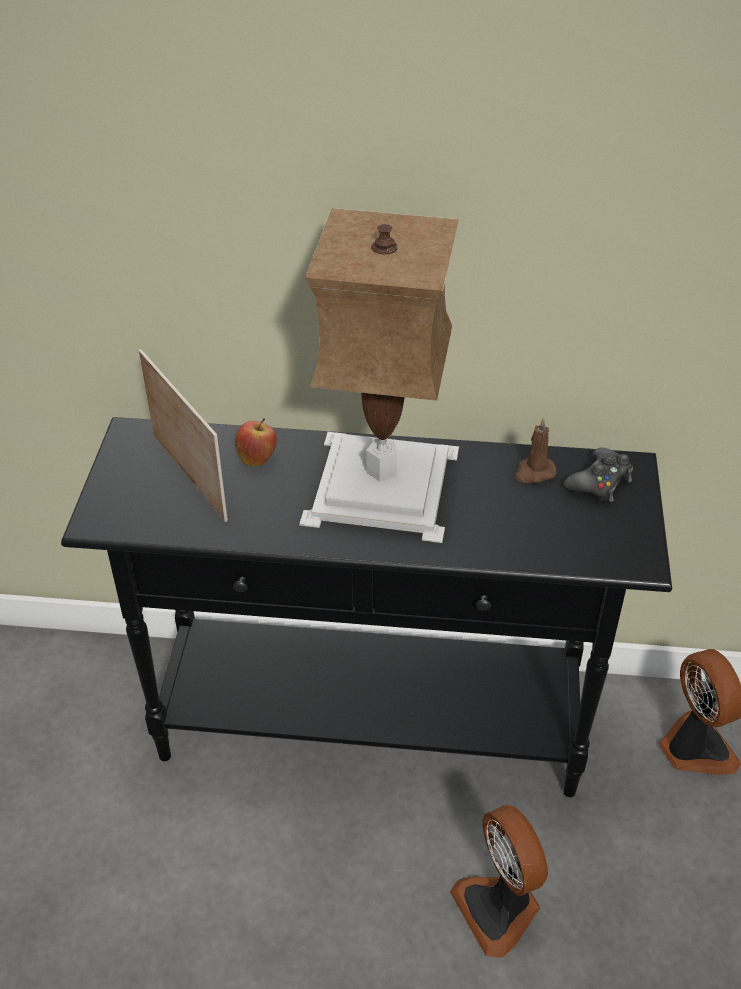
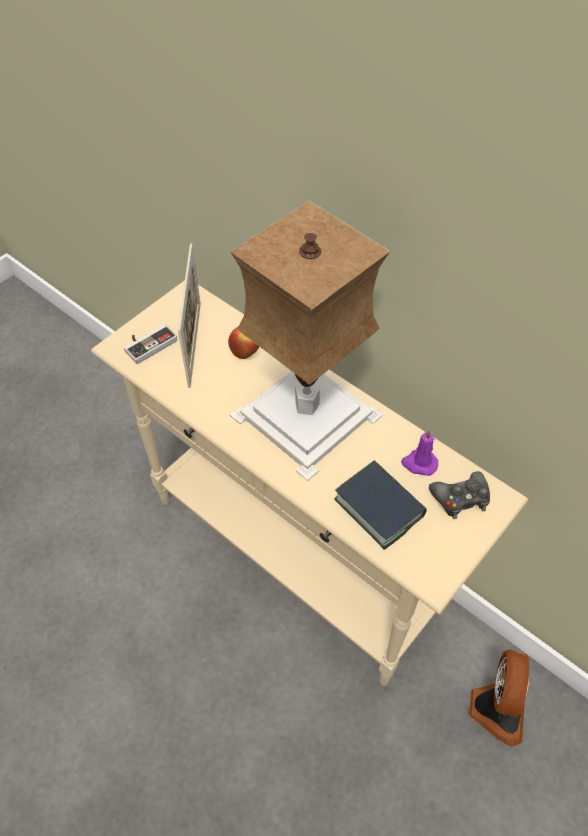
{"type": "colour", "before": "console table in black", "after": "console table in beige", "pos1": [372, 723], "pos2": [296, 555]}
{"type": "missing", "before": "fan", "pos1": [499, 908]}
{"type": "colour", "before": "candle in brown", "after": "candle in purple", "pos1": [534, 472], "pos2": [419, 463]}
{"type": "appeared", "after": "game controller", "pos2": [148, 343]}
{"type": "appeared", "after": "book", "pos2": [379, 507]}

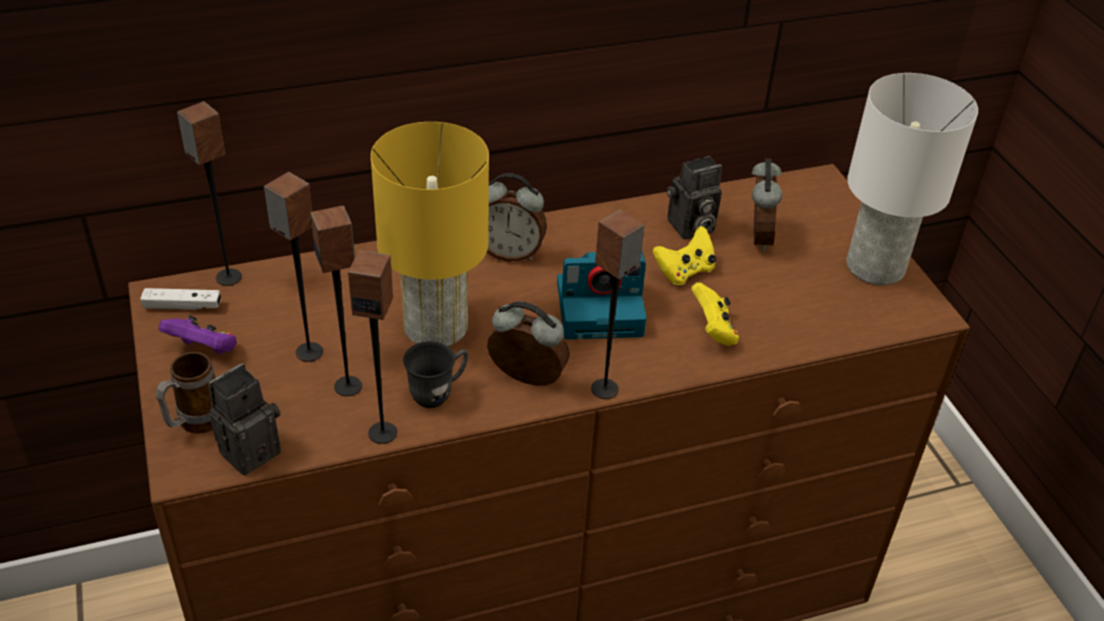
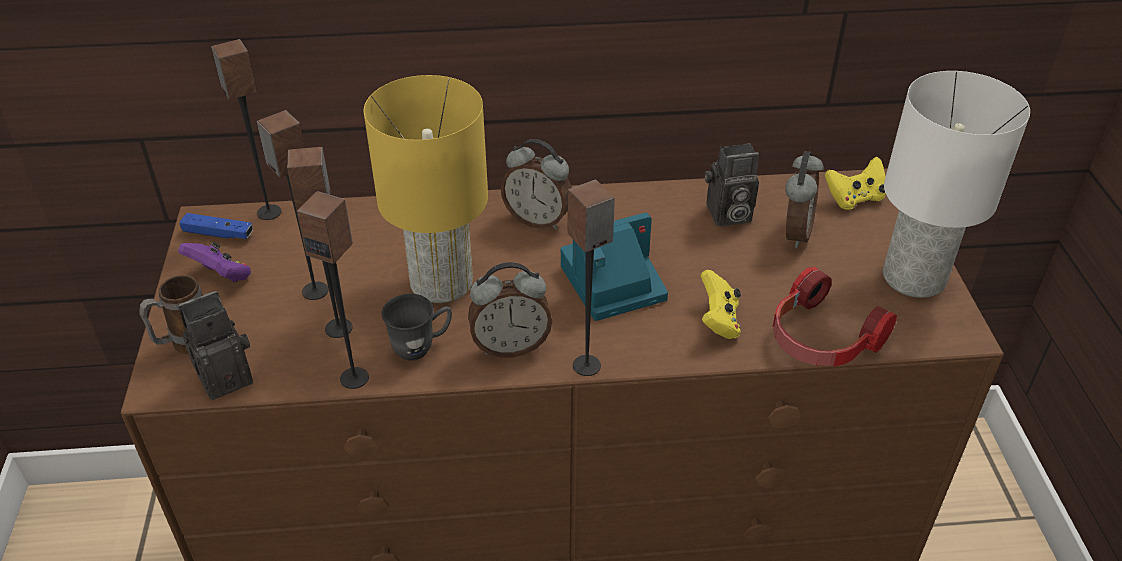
{"type": "colour", "before": "game controller in white", "after": "game controller in blue", "pos1": [182, 306], "pos2": [218, 234]}
{"type": "spun", "before": "alarm clock", "pos1": [526, 380], "pos2": [510, 346], "turn": 135}
{"type": "spun", "before": "photo camera", "pos1": [601, 307], "pos2": [611, 284], "turn": 150}
{"type": "relocated", "before": "game controller in yellow", "pos1": [684, 271], "pos2": [854, 199]}
{"type": "appeared", "after": "headphones", "pos2": [821, 339]}

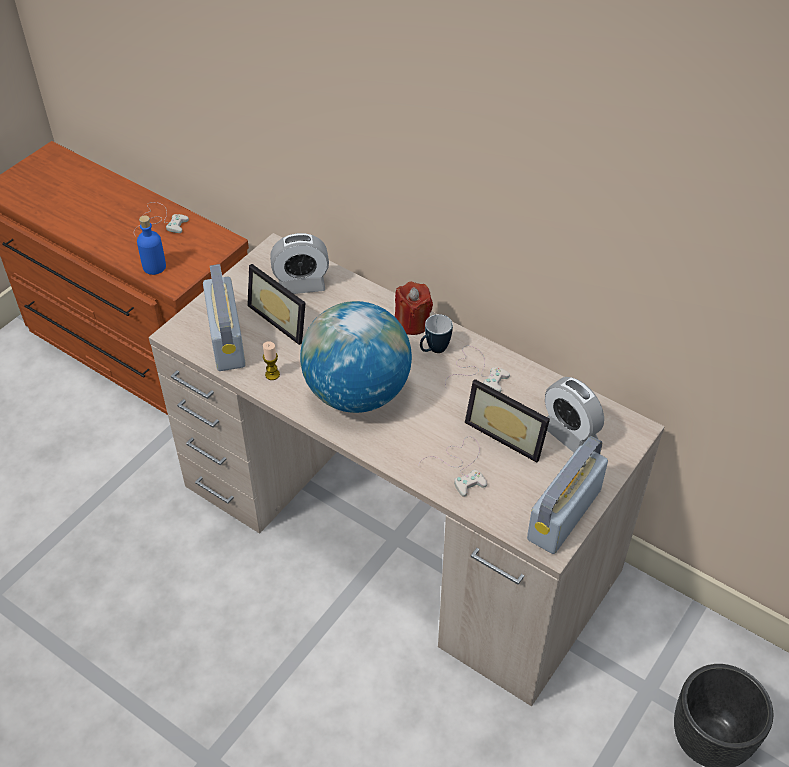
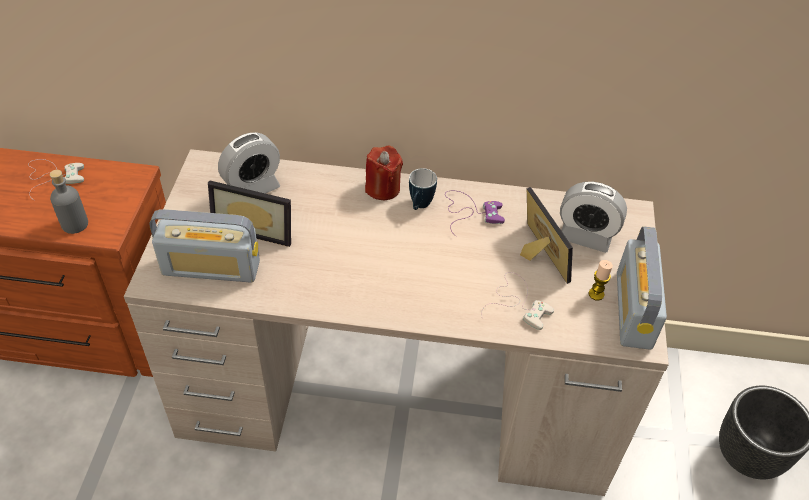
{"type": "colour", "before": "bottle in blue", "after": "bottle in grey", "pos1": [154, 267], "pos2": [75, 224]}
{"type": "spun", "before": "radio", "pos1": [226, 339], "pos2": [211, 268], "turn": 135}
{"type": "relocated", "before": "candle", "pos1": [272, 374], "pos2": [596, 294]}
{"type": "missing", "before": "globe", "pos1": [357, 393]}
{"type": "colour", "before": "game controller in white", "after": "game controller in purple", "pos1": [476, 371], "pos2": [470, 211]}
{"type": "spun", "before": "picture frame", "pos1": [508, 432], "pos2": [536, 256], "turn": -120}

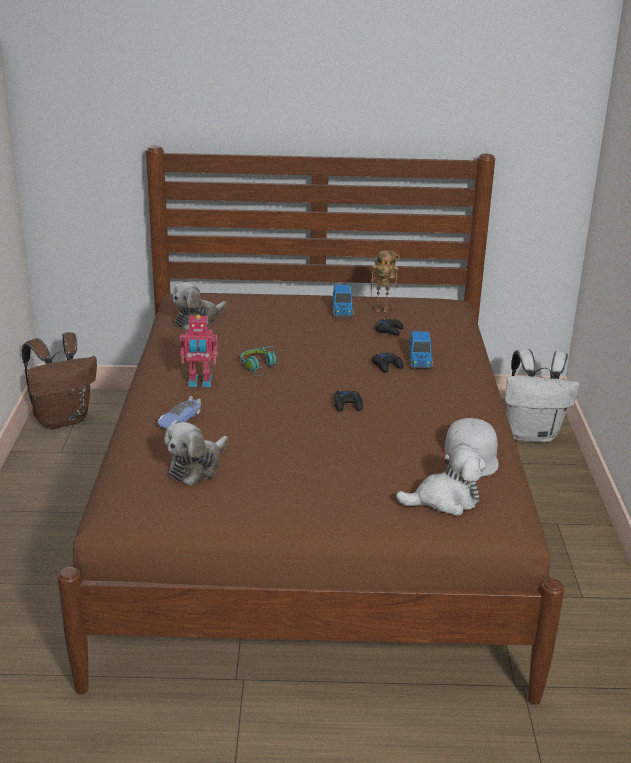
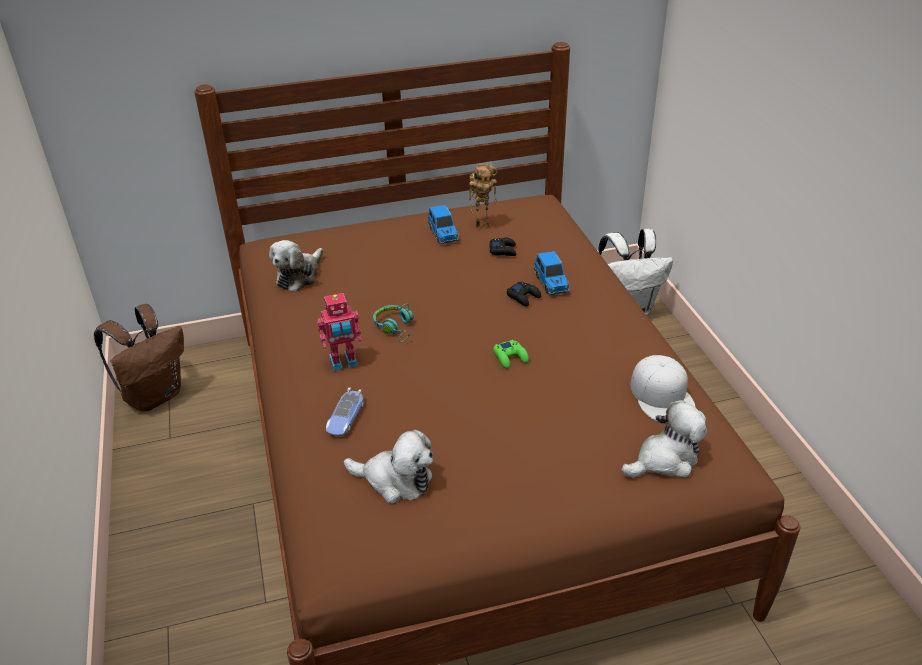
{"type": "spun", "before": "plush toy", "pos1": [197, 467], "pos2": [395, 480], "turn": -90}
{"type": "colour", "before": "game controller in black", "after": "game controller in green", "pos1": [347, 405], "pos2": [510, 357]}

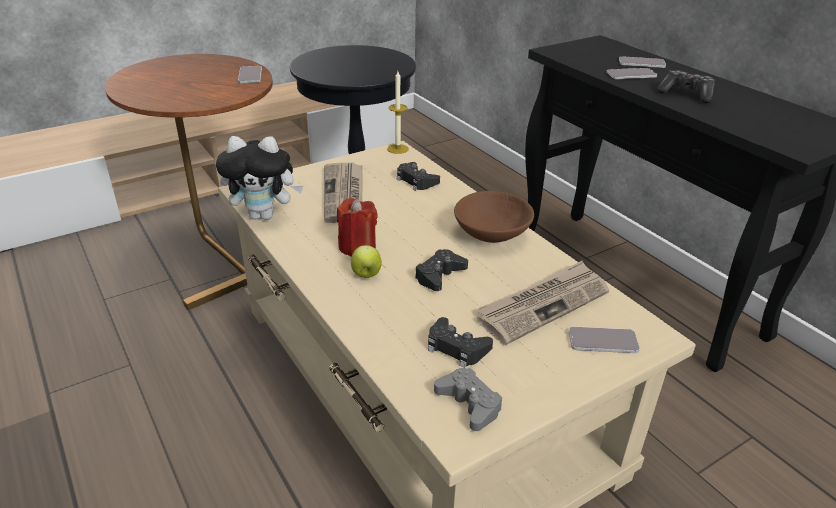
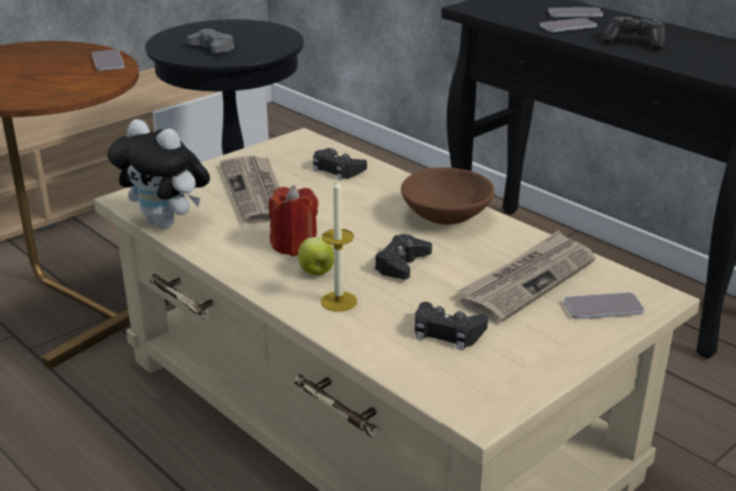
{"type": "spun", "before": "plush toy", "pos1": [264, 215], "pos2": [167, 223], "turn": 45}
{"type": "relocated", "before": "candle", "pos1": [398, 149], "pos2": [339, 301]}
{"type": "relocated", "before": "game controller in grey", "pos1": [469, 404], "pos2": [212, 48]}

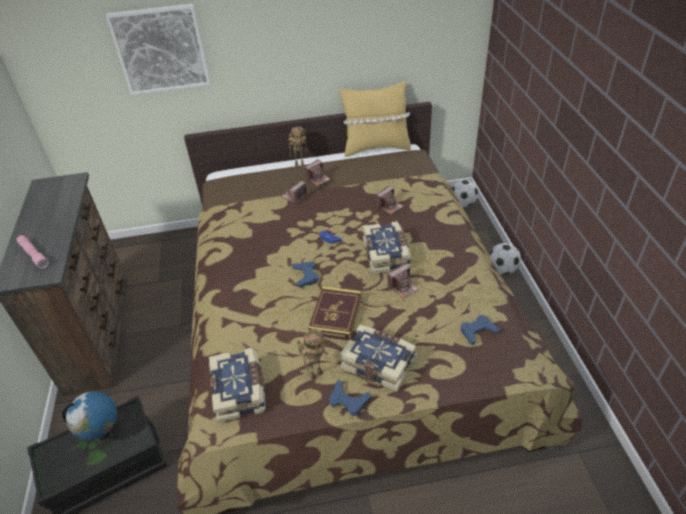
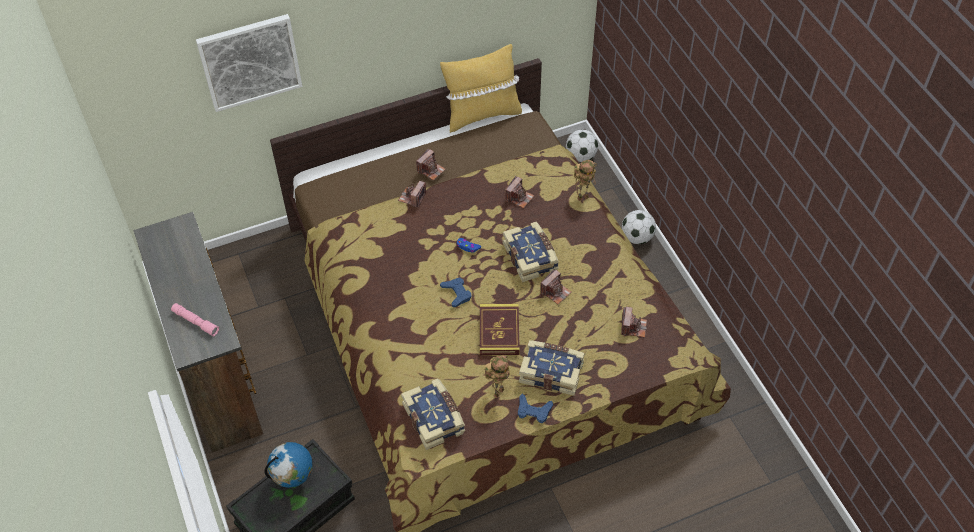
{"type": "relocated", "before": "toy robot", "pos1": [300, 164], "pos2": [583, 196]}
{"type": "exchanged", "before": "game controller in blue", "after": "photo camera", "pos1": [478, 331], "pos2": [633, 327]}

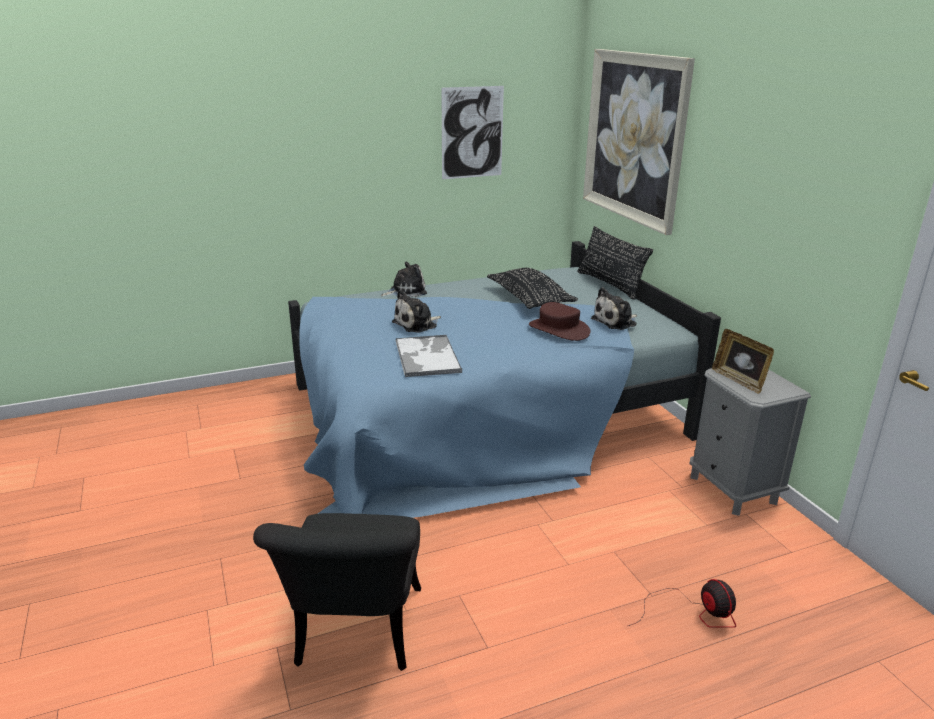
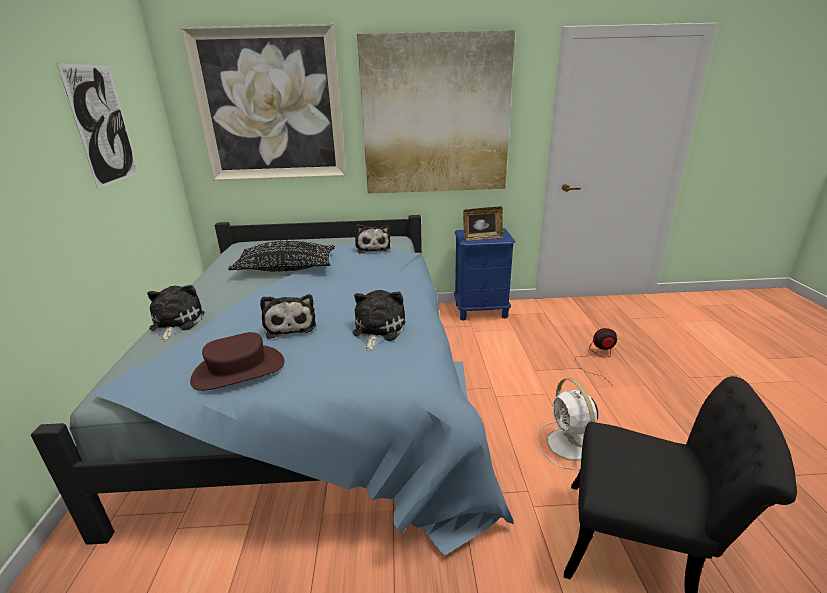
{"type": "exchanged", "before": "tray", "after": "plush toy", "pos1": [427, 356], "pos2": [377, 330]}
{"type": "relocated", "before": "hat in brown", "pos1": [558, 329], "pos2": [238, 370]}
{"type": "missing", "before": "pillow in black", "pos1": [610, 284]}
{"type": "colour", "before": "nightstand in grey", "after": "nightstand in blue", "pos1": [733, 489], "pos2": [481, 310]}
{"type": "appeared", "after": "picture", "pos2": [436, 116]}
{"type": "appeared", "after": "fan in white", "pos2": [570, 446]}

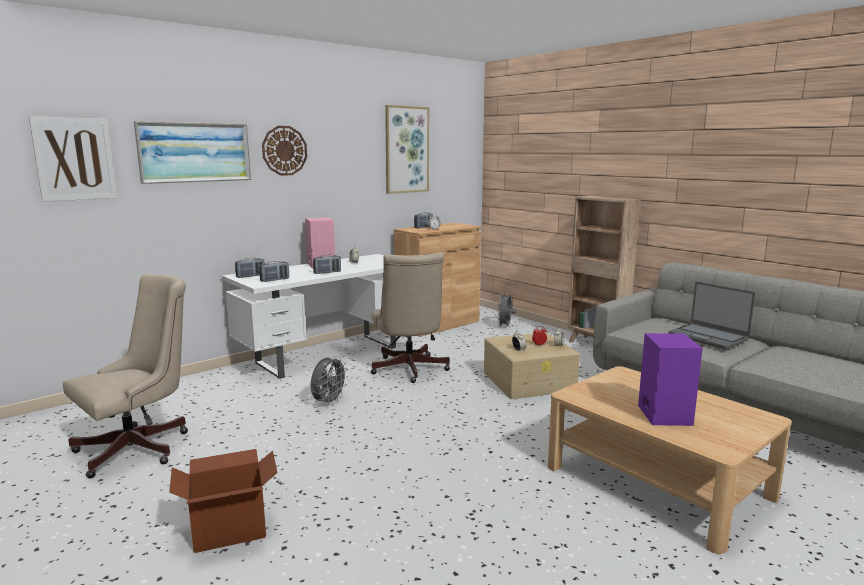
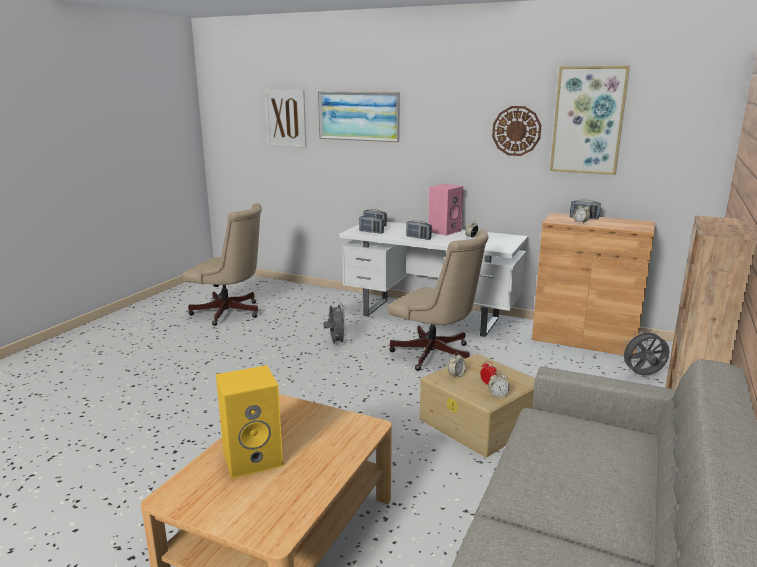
{"type": "missing", "before": "cardboard box", "pos1": [229, 530]}
{"type": "relocated", "before": "wall clock", "pos1": [284, 150], "pos2": [516, 131]}
{"type": "spun", "before": "fan in grey", "pos1": [329, 402], "pos2": [336, 343], "turn": -105}
{"type": "spun", "before": "office chair in beige", "pos1": [409, 370], "pos2": [436, 356], "turn": -105}
{"type": "colour", "before": "speaker in purple", "after": "speaker in yellow", "pos1": [663, 414], "pos2": [254, 458]}
{"type": "missing", "before": "laptop", "pos1": [708, 337]}

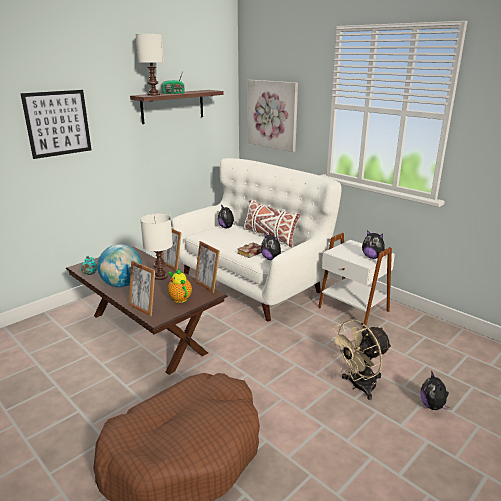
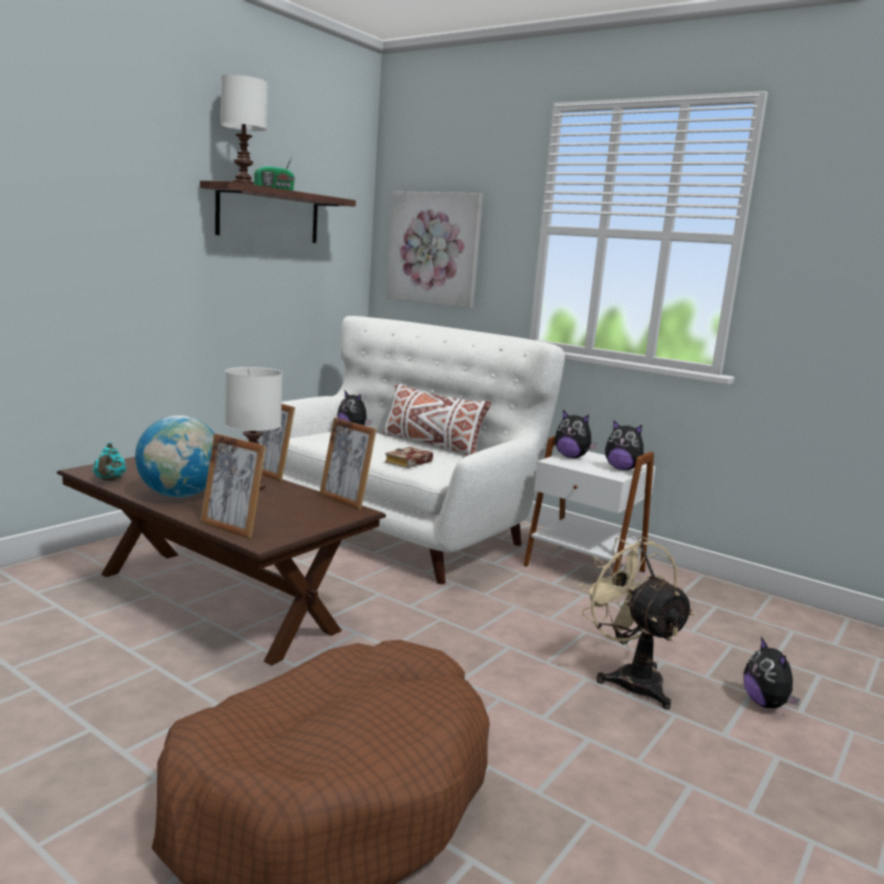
{"type": "missing", "before": "picture", "pos1": [58, 123]}
{"type": "missing", "before": "teapot", "pos1": [179, 298]}
{"type": "relocated", "before": "plush toy", "pos1": [271, 259], "pos2": [571, 457]}
{"type": "spun", "before": "fan in beige", "pos1": [358, 387], "pos2": [630, 678], "turn": 105}

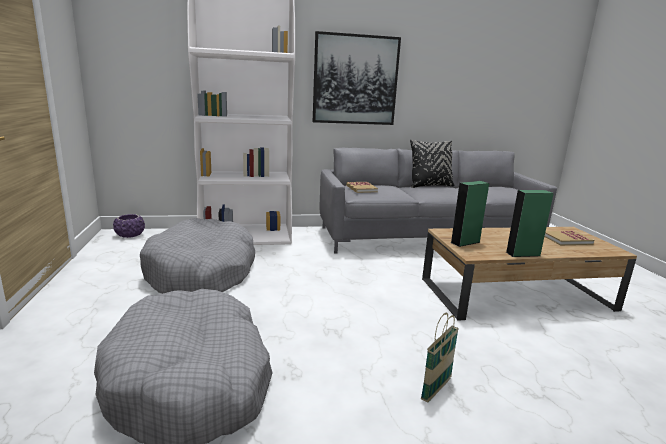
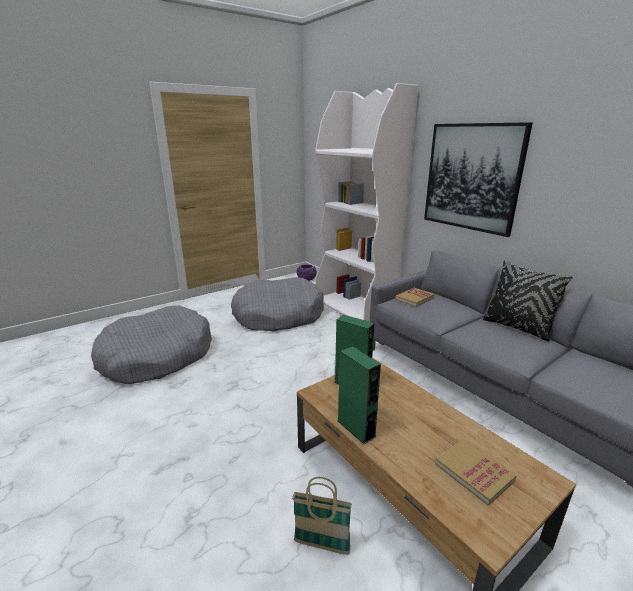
{"type": "relocated", "before": "basket", "pos1": [436, 389], "pos2": [321, 545]}

